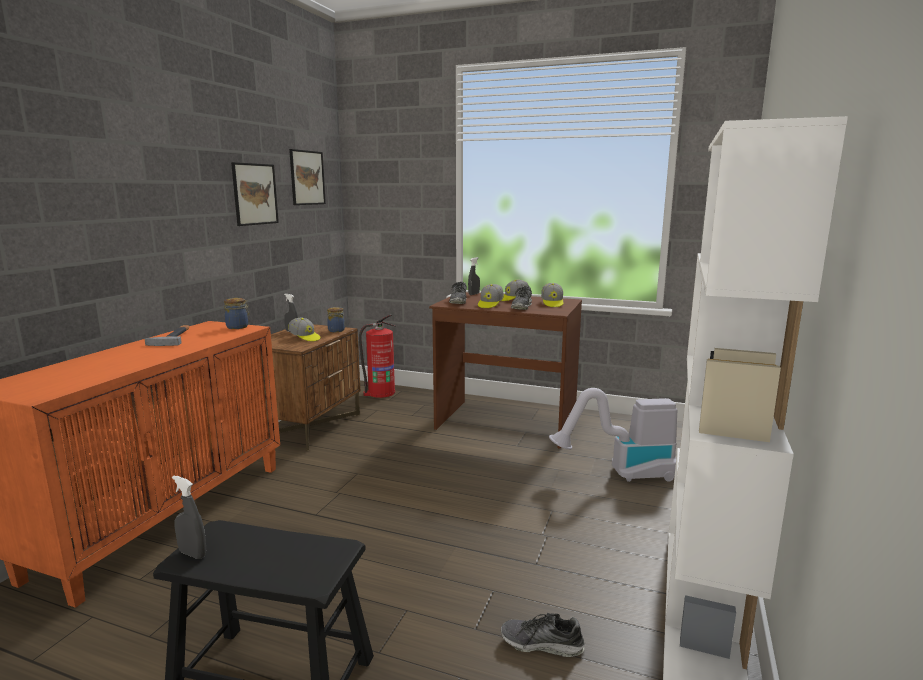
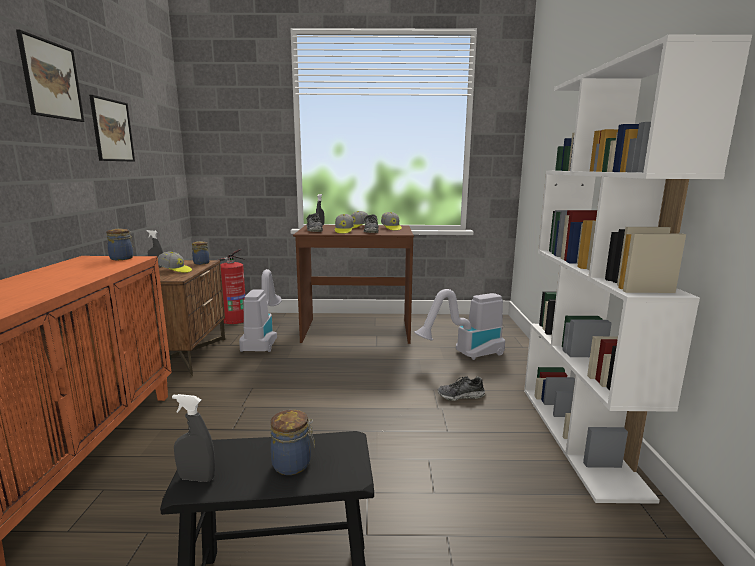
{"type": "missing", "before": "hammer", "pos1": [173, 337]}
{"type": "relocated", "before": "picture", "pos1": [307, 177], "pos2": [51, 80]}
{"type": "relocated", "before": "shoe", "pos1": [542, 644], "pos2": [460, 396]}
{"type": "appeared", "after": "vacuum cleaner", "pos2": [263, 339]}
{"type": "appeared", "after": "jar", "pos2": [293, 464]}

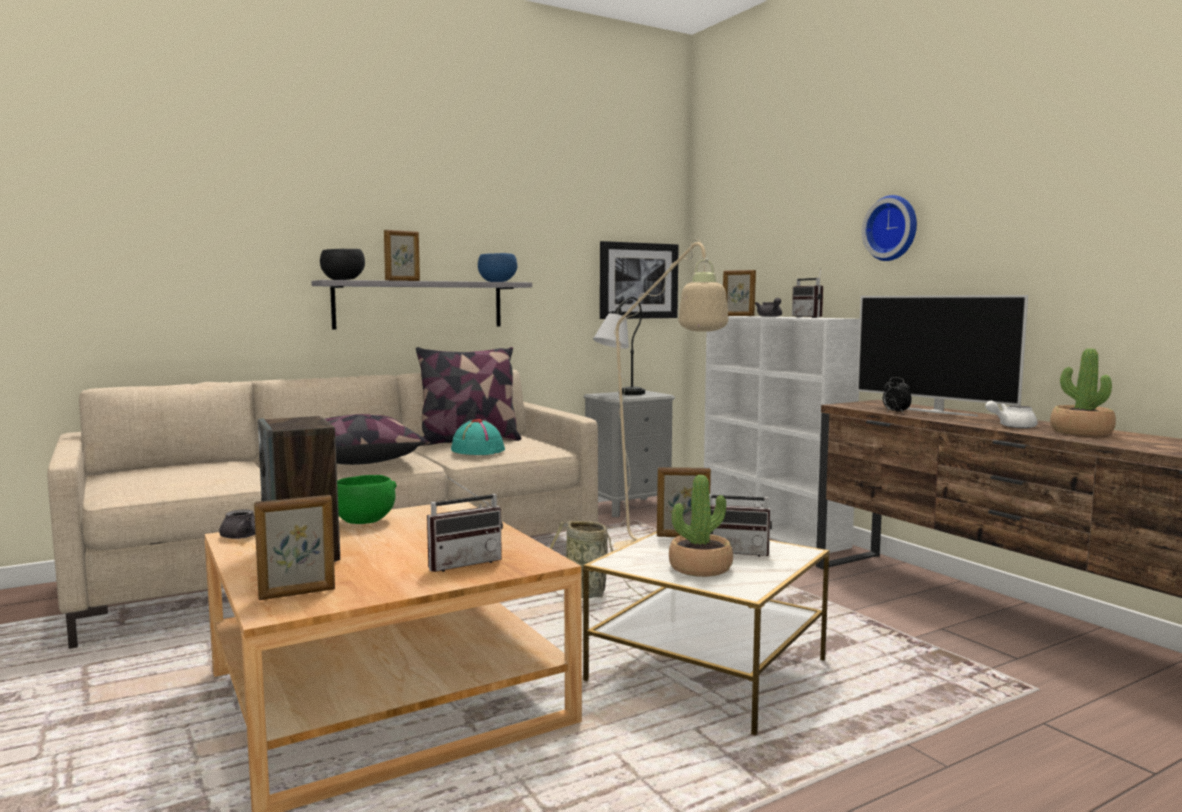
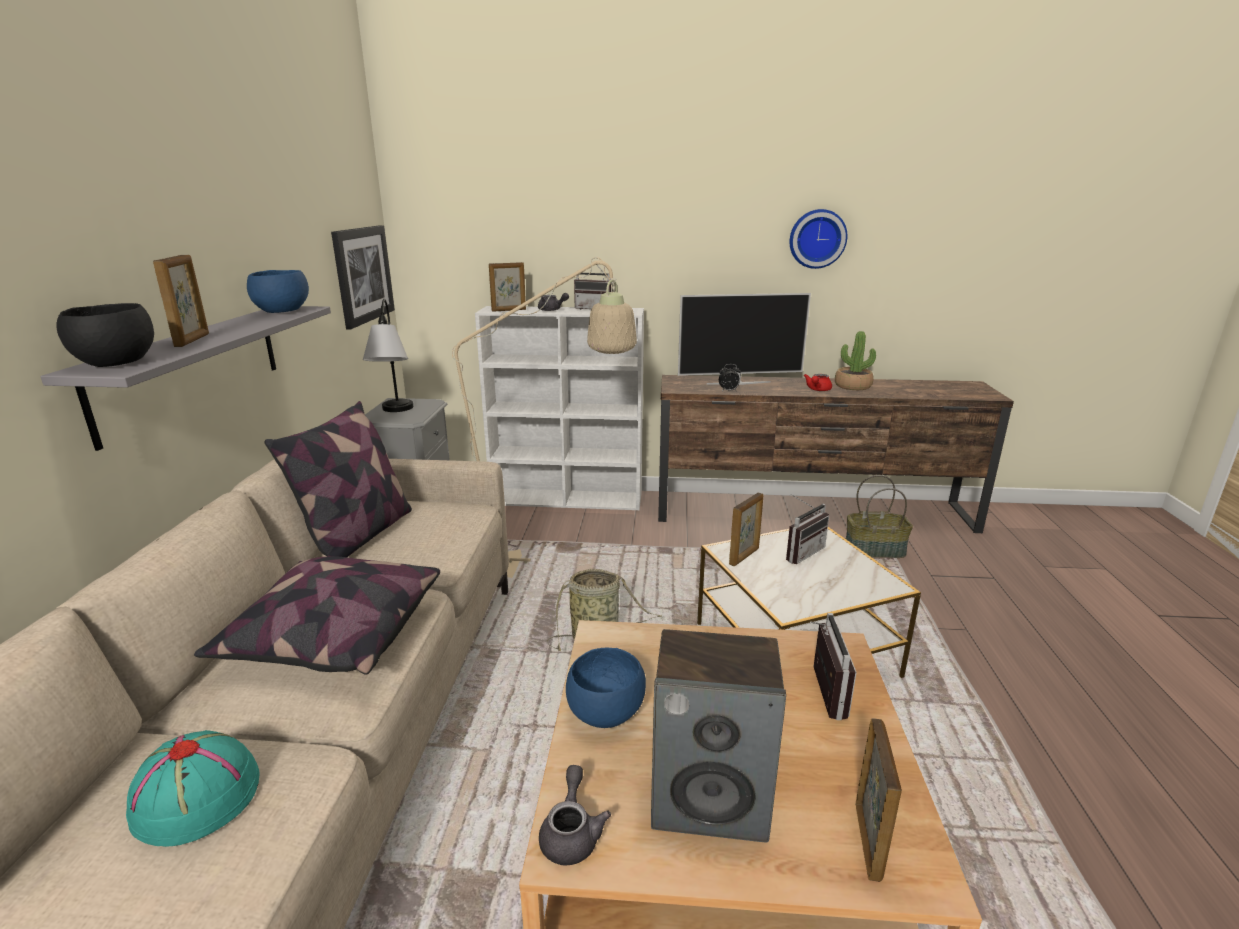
{"type": "colour", "before": "bowl in green", "after": "bowl in blue", "pos1": [363, 522], "pos2": [605, 714]}
{"type": "relocated", "before": "hat in turquoise", "pos1": [477, 450], "pos2": [195, 797]}
{"type": "missing", "before": "potted plant", "pos1": [700, 568]}
{"type": "relocated", "before": "wall clock", "pos1": [893, 228], "pos2": [817, 239]}
{"type": "colour", "before": "teapot in white", "after": "teapot in red", "pos1": [1011, 426], "pos2": [817, 390]}
{"type": "appeared", "after": "basket", "pos2": [874, 550]}

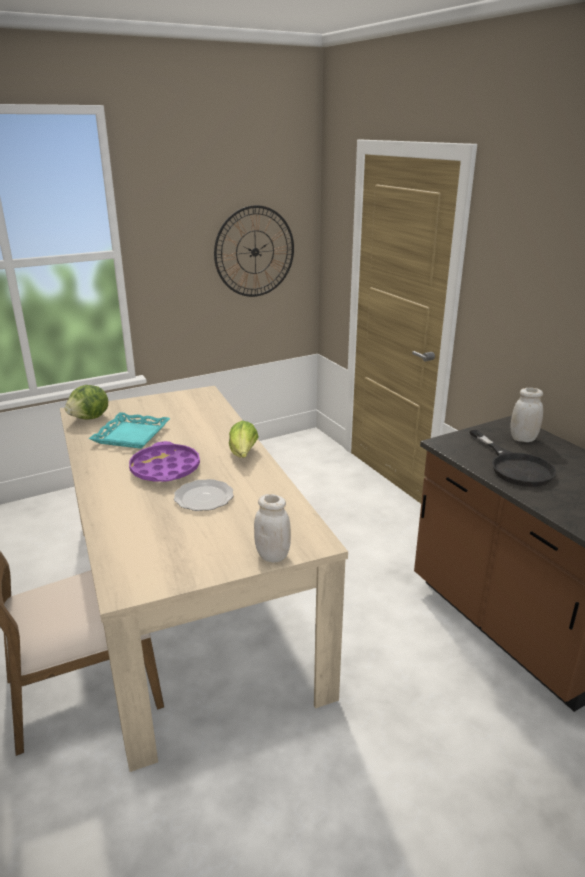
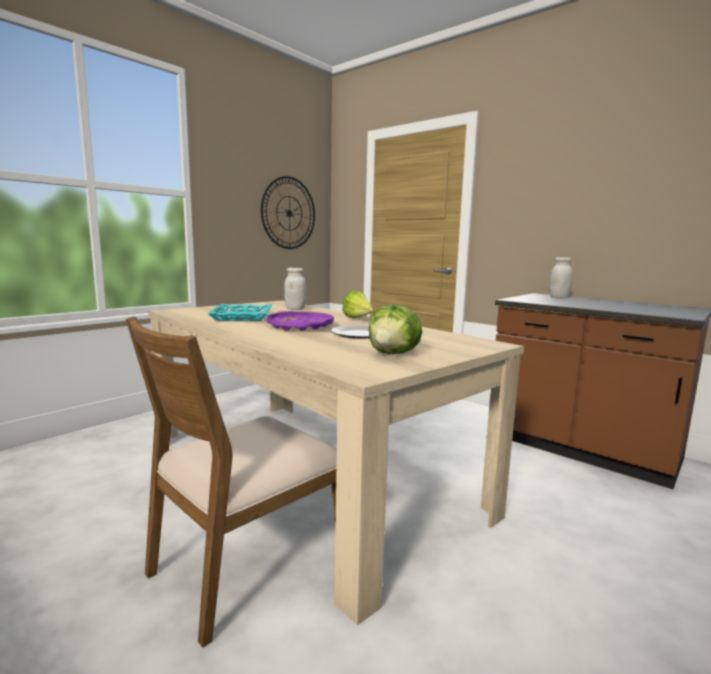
{"type": "relocated", "before": "lettuce", "pos1": [90, 418], "pos2": [393, 354]}
{"type": "relocated", "before": "jar in white", "pos1": [272, 556], "pos2": [295, 309]}
{"type": "missing", "before": "frying pan in black", "pos1": [515, 466]}

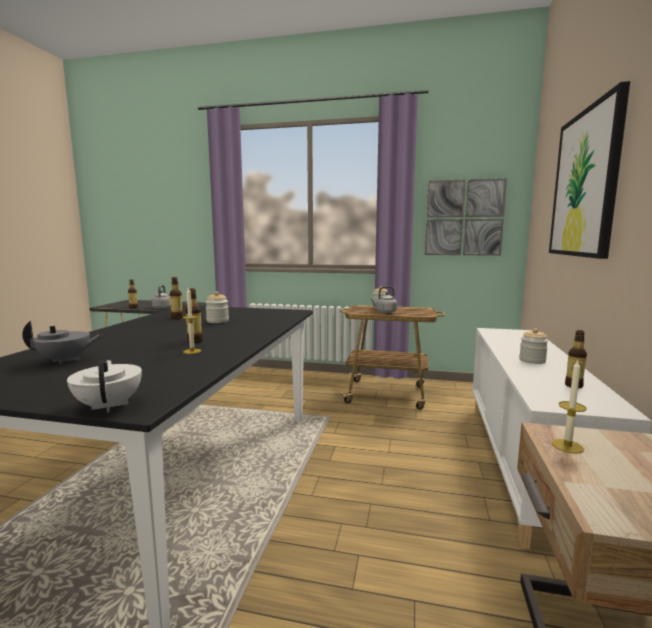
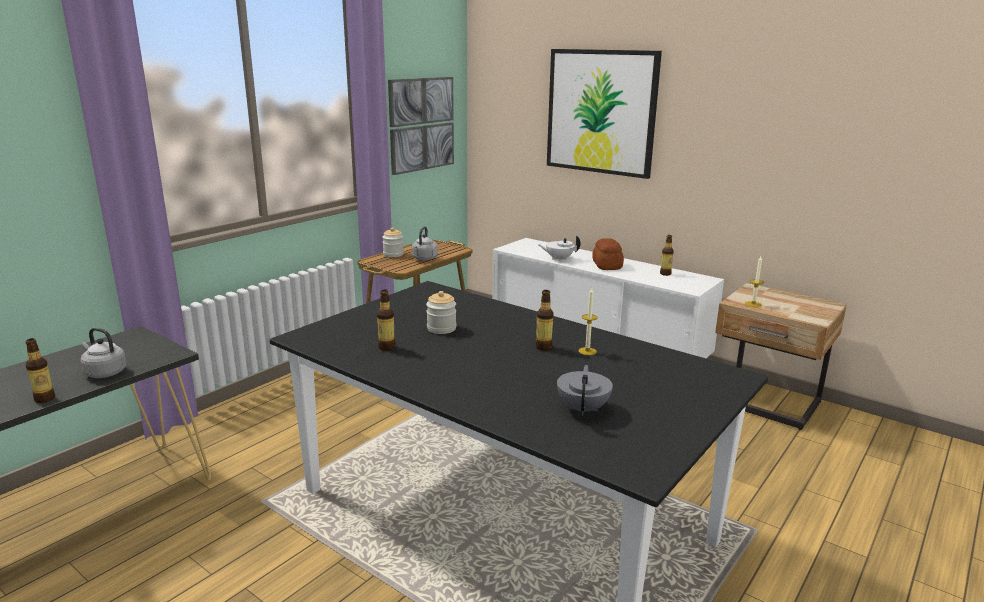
{"type": "relocated", "before": "teapot in white", "pos1": [110, 406], "pos2": [559, 259]}
{"type": "exchanged", "before": "jar", "after": "bread", "pos1": [532, 360], "pos2": [607, 265]}

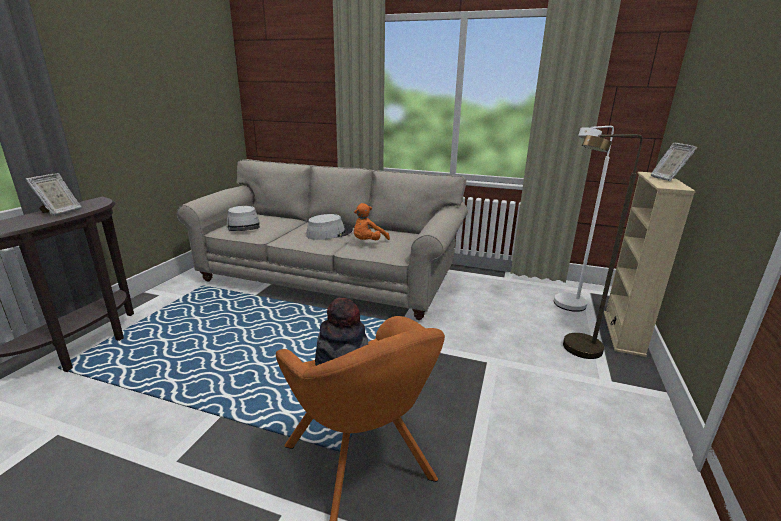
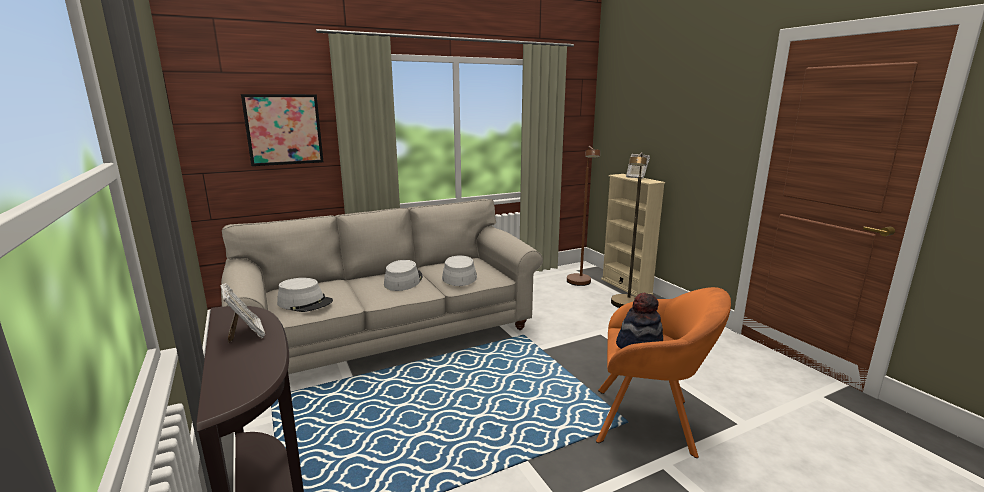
{"type": "exchanged", "before": "plush toy in orange", "after": "hat in grey", "pos1": [368, 242], "pos2": [459, 276]}
{"type": "colour", "before": "floor lamp in white", "after": "floor lamp in brown", "pos1": [566, 307], "pos2": [580, 284]}
{"type": "appeared", "after": "picture", "pos2": [283, 129]}

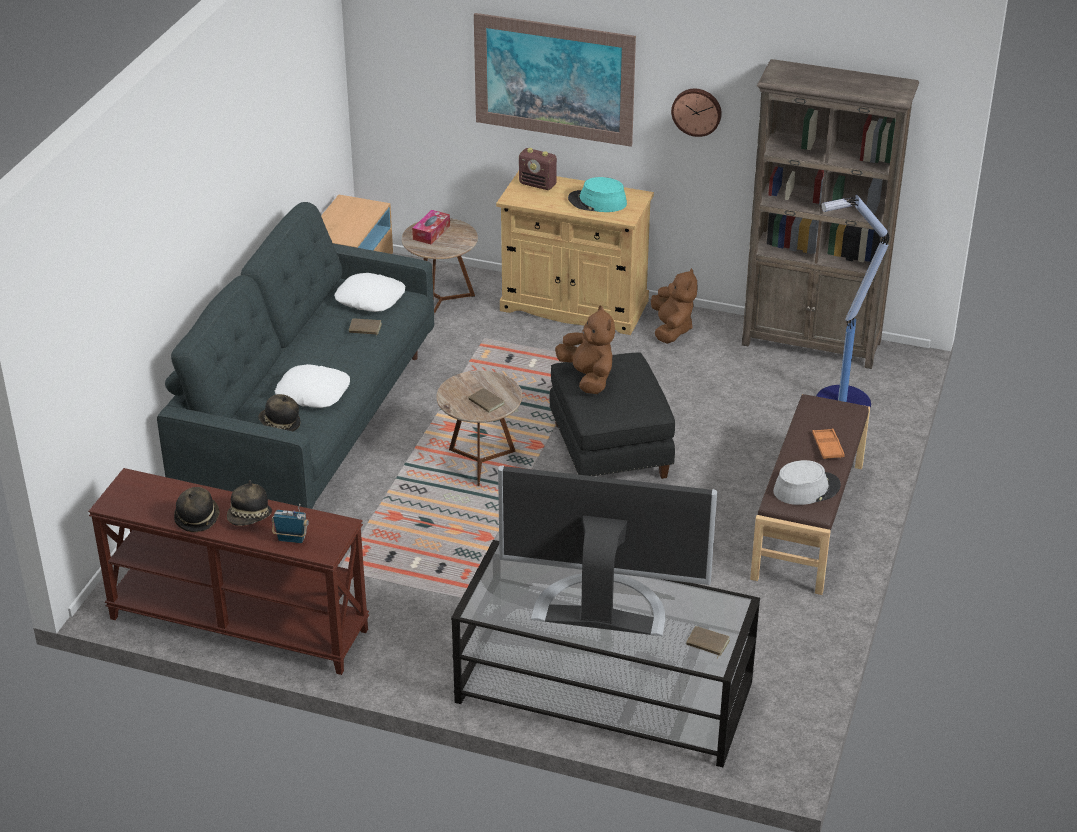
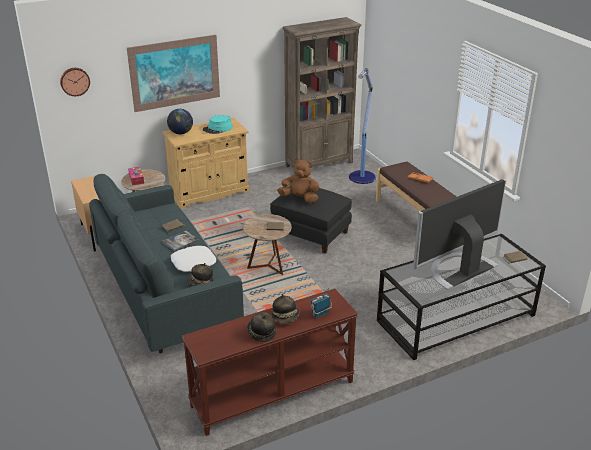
{"type": "missing", "before": "pillow in white", "pos1": [370, 299]}
{"type": "exchanged", "before": "radio", "after": "globe", "pos1": [538, 185], "pos2": [181, 133]}
{"type": "missing", "before": "plush toy in brown", "pos1": [671, 329]}
{"type": "relocated", "before": "wall clock", "pos1": [697, 111], "pos2": [74, 81]}
{"type": "missing", "before": "hat in grey", "pos1": [806, 489]}
{"type": "appeared", "after": "book", "pos2": [180, 241]}

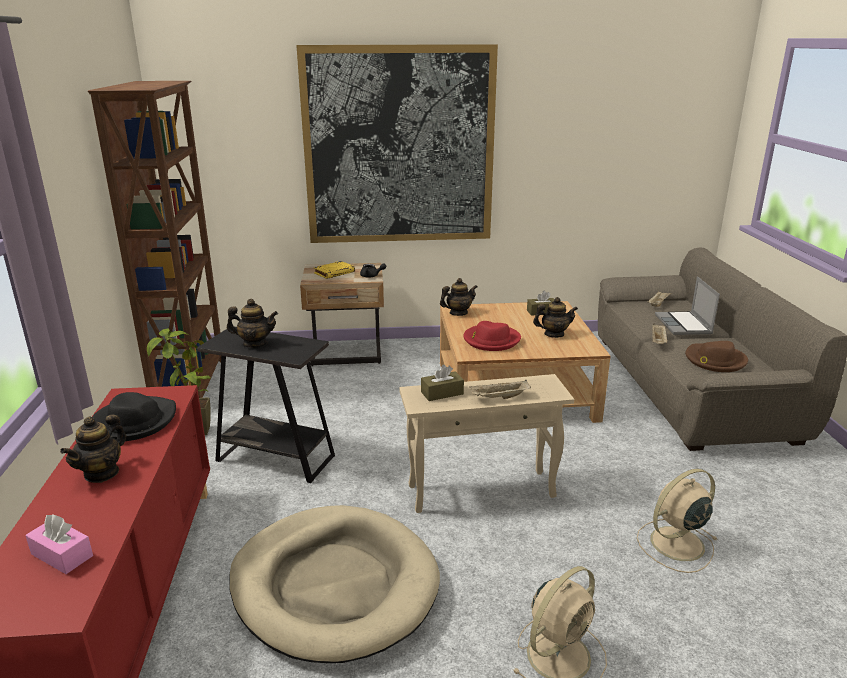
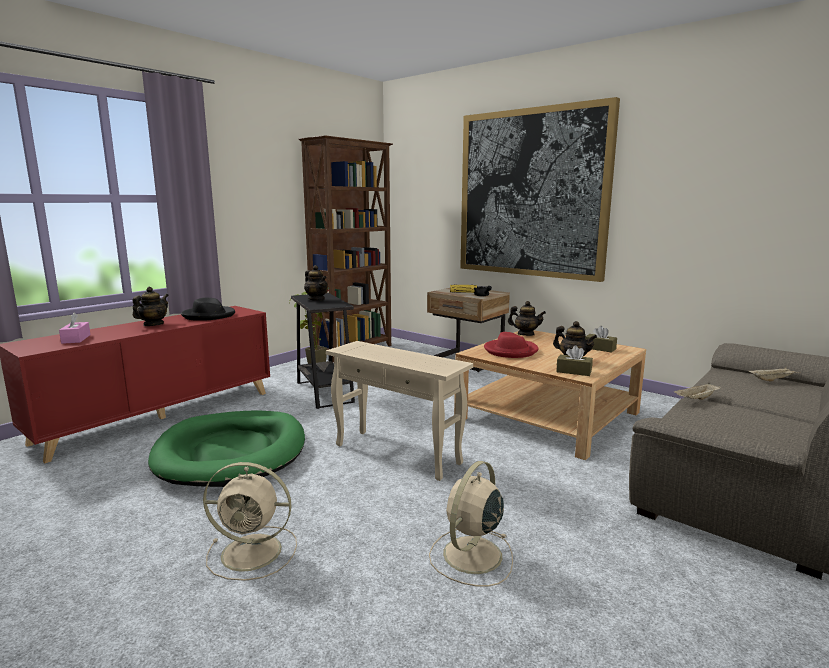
{"type": "spun", "before": "teapot", "pos1": [102, 473], "pos2": [153, 325], "turn": 135}
{"type": "colour", "before": "dog bed in beige", "after": "dog bed in green", "pos1": [334, 585], "pos2": [232, 453]}
{"type": "relocated", "before": "tissue box in brown", "pos1": [442, 393], "pos2": [573, 371]}
{"type": "missing", "before": "tray in beige", "pos1": [499, 398]}
{"type": "spun", "before": "fan in beige", "pos1": [675, 544], "pos2": [471, 556], "turn": -75}
{"type": "missing", "before": "laptop", "pos1": [684, 325]}
{"type": "missing", "before": "hat in brown", "pos1": [714, 360]}

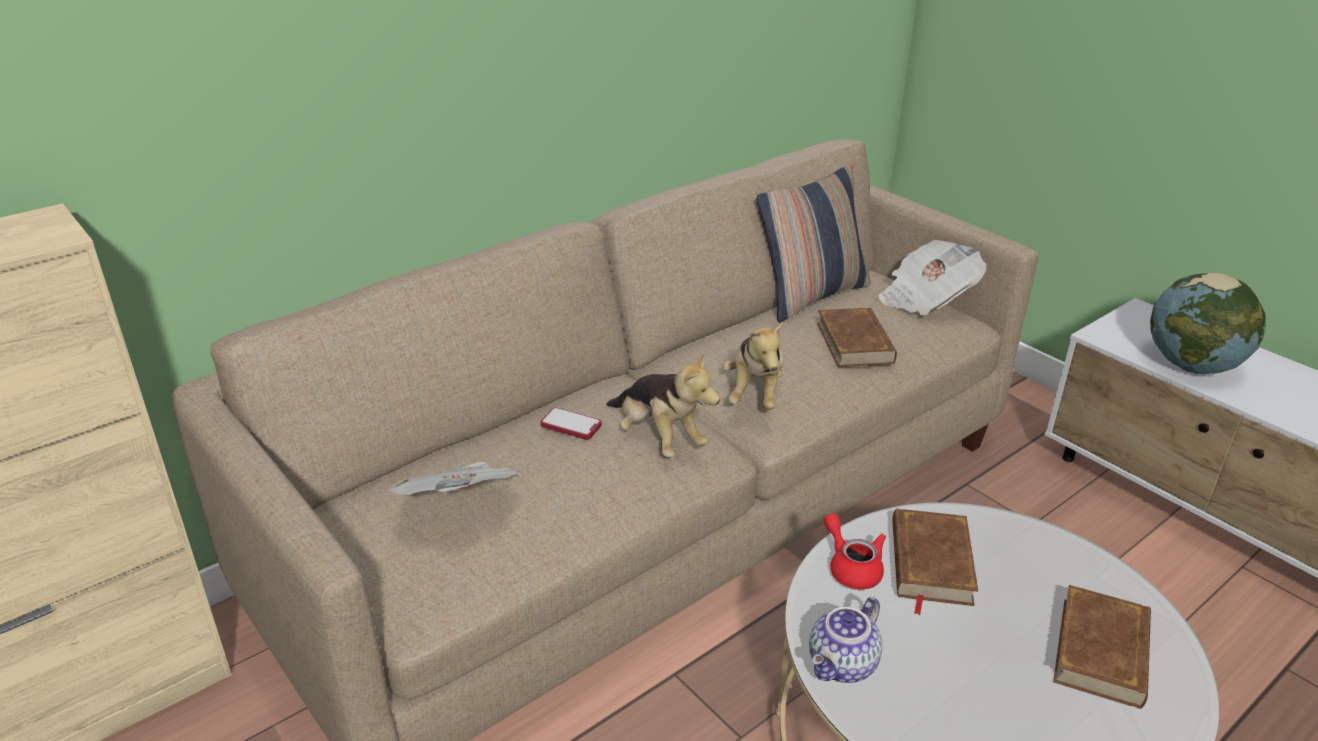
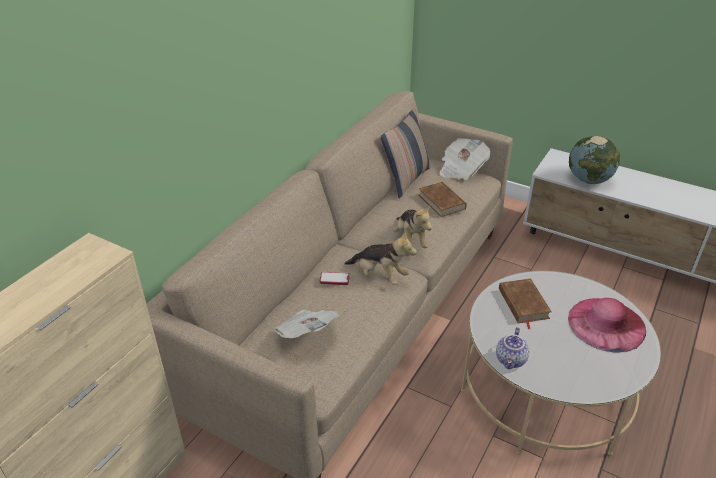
{"type": "missing", "before": "teapot in red", "pos1": [851, 567]}
{"type": "exchanged", "before": "book in brown", "after": "hat in pink", "pos1": [1102, 651], "pos2": [606, 324]}

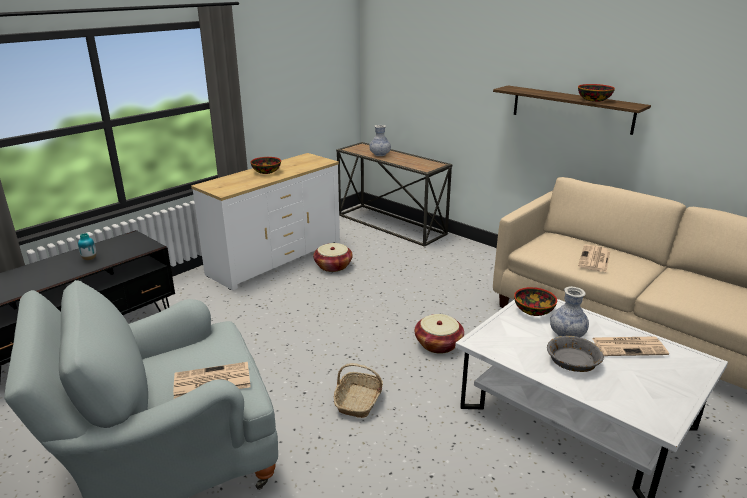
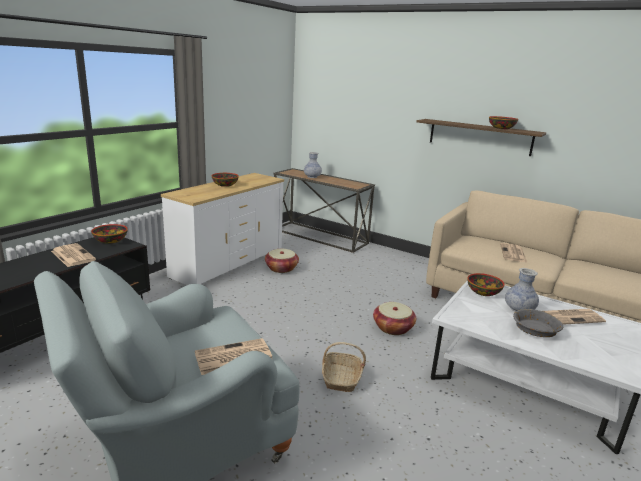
{"type": "exchanged", "before": "vase", "after": "newspaper", "pos1": [89, 259], "pos2": [72, 255]}
{"type": "appeared", "after": "bowl", "pos2": [111, 241]}

